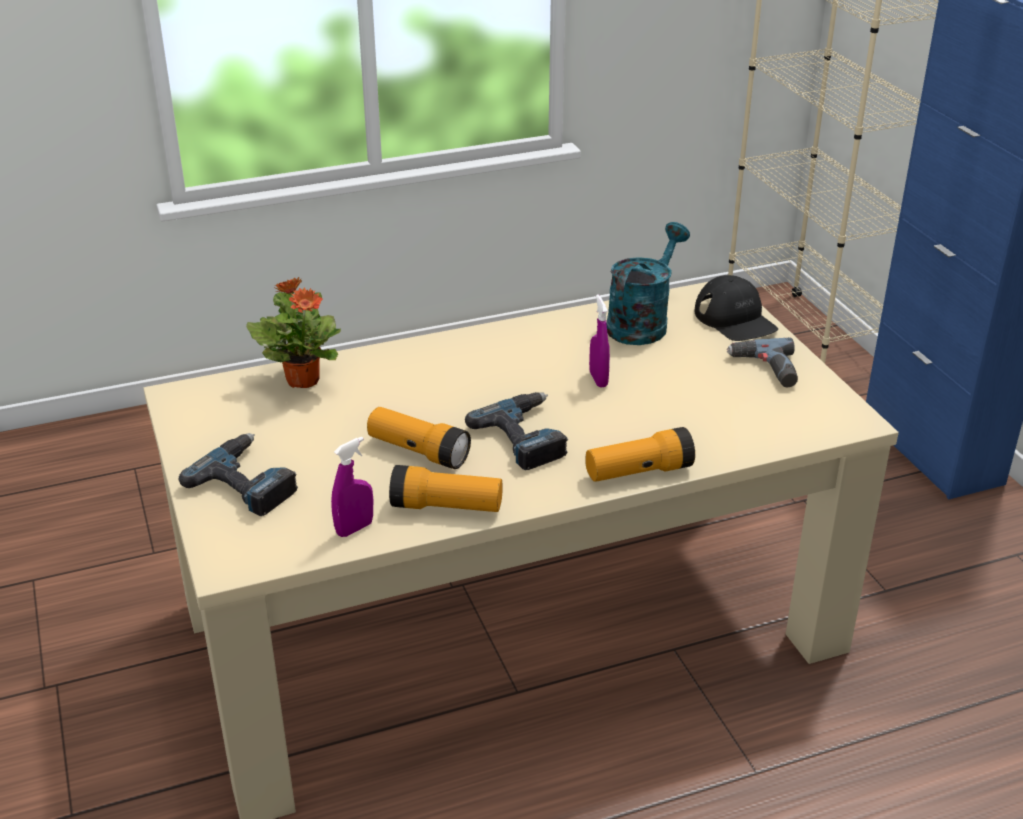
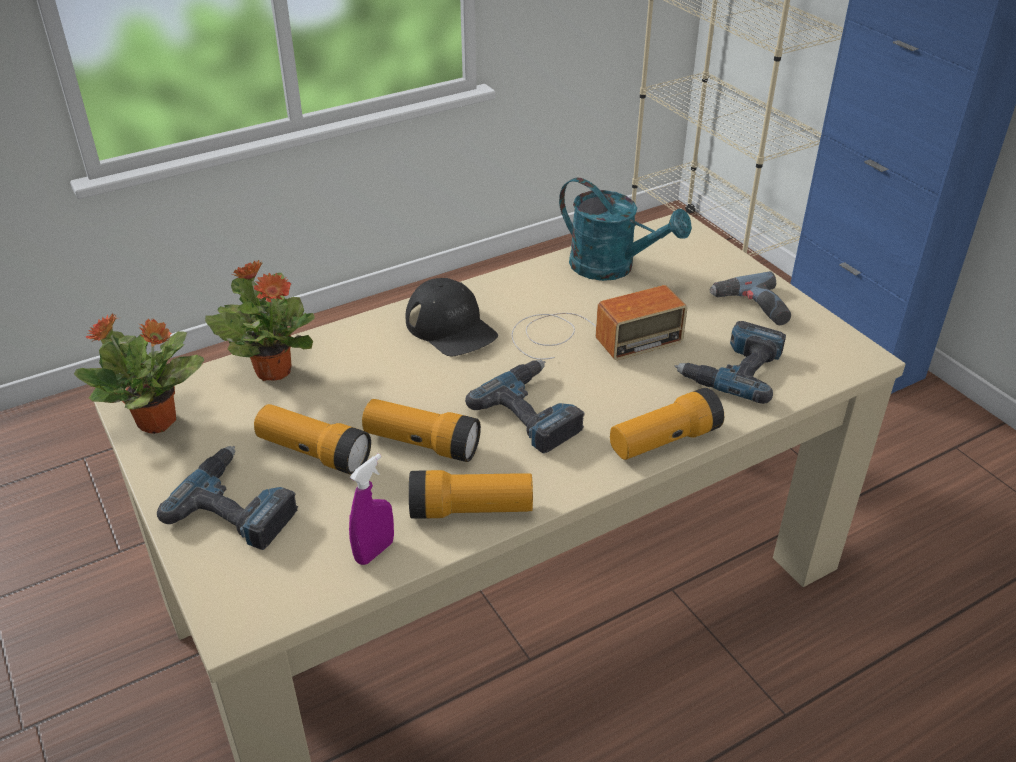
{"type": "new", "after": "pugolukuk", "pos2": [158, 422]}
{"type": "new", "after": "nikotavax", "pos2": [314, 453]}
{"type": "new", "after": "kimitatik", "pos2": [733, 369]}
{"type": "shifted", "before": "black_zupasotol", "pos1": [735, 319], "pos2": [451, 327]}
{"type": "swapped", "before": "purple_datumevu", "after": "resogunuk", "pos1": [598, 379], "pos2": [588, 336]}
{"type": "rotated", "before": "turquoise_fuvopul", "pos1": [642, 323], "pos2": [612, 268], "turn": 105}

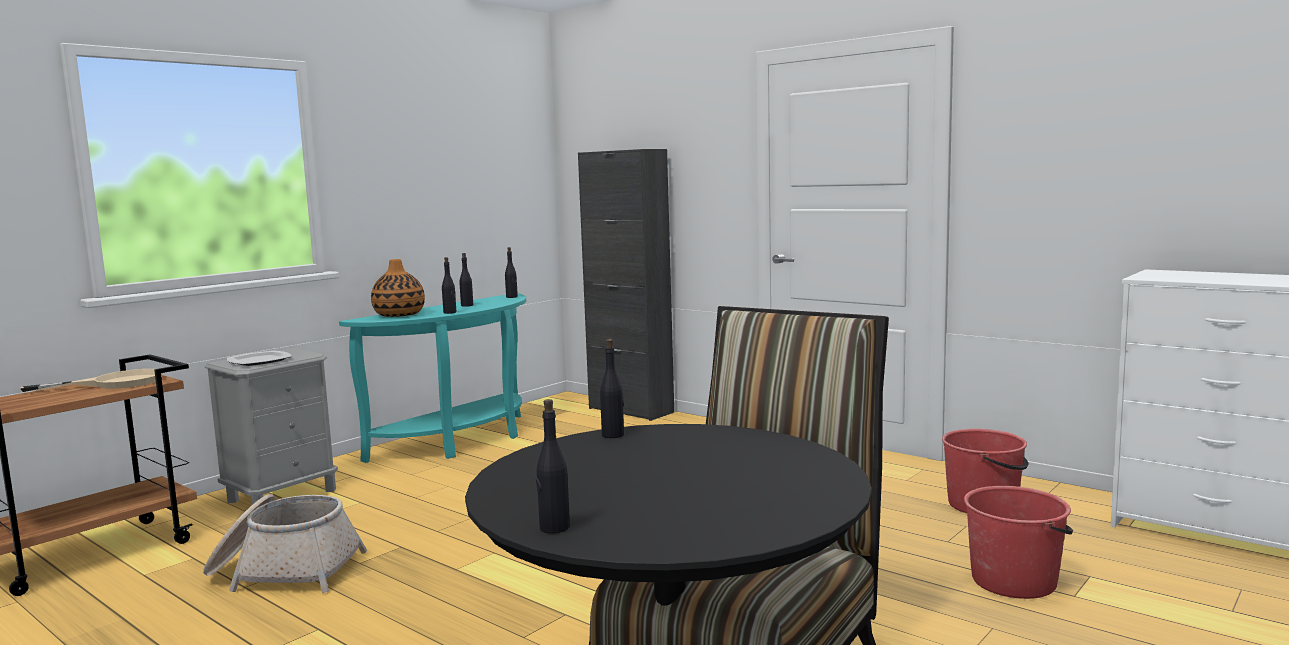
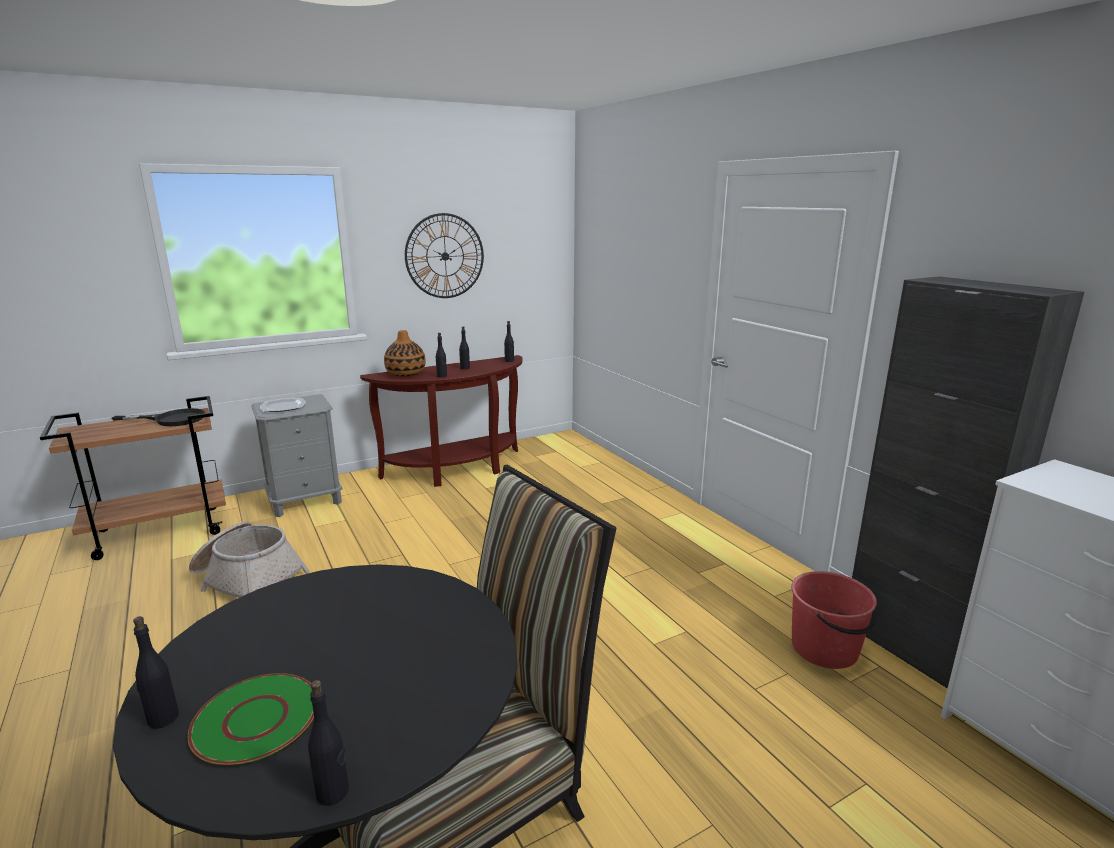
{"type": "gone", "before": "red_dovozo", "pos1": [1014, 581]}
{"type": "new", "after": "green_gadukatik", "pos2": [256, 719]}
{"type": "new", "after": "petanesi", "pos2": [445, 256]}
{"type": "shifted", "before": "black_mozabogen", "pos1": [631, 410], "pos2": [909, 647]}
{"type": "shifted", "before": "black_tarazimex", "pos1": [613, 435], "pos2": [333, 792]}
{"type": "repainted", "before": "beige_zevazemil", "after": "black_zevazemil", "pos1": [115, 383], "pos2": [171, 419]}
{"type": "repainted", "before": "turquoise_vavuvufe", "after": "brown_vavuvufe", "pos1": [461, 441], "pos2": [457, 470]}

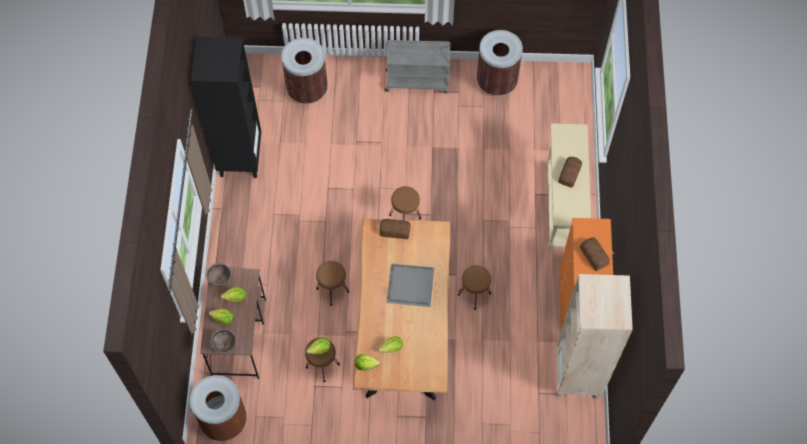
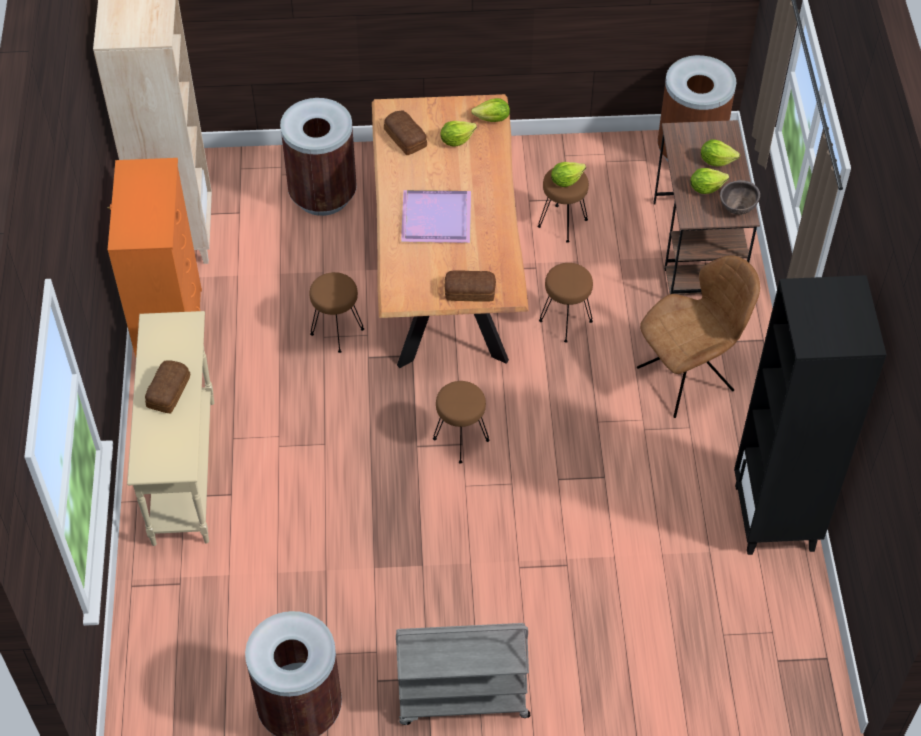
{"type": "gone", "before": "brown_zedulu", "pos1": [225, 345]}
{"type": "new", "after": "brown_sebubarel", "pos2": [688, 378]}
{"type": "shifted", "before": "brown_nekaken", "pos1": [307, 90], "pos2": [323, 195]}
{"type": "shifted", "before": "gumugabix", "pos1": [594, 257], "pos2": [405, 137]}
{"type": "repainted", "before": "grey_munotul", "after": "purple_munotul", "pos1": [411, 285], "pos2": [435, 219]}

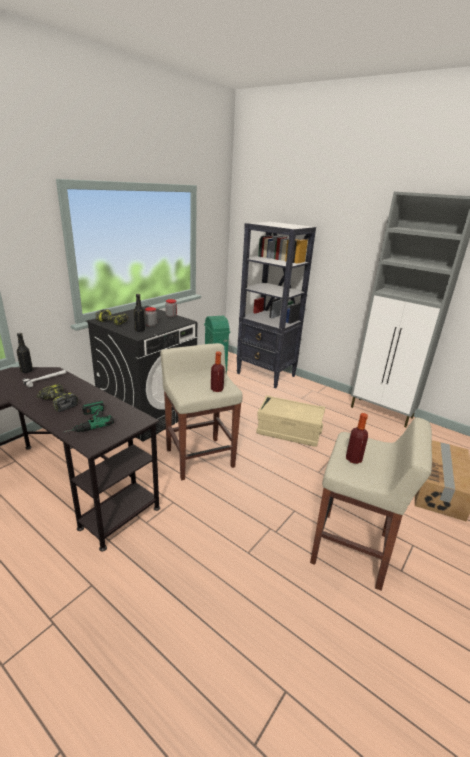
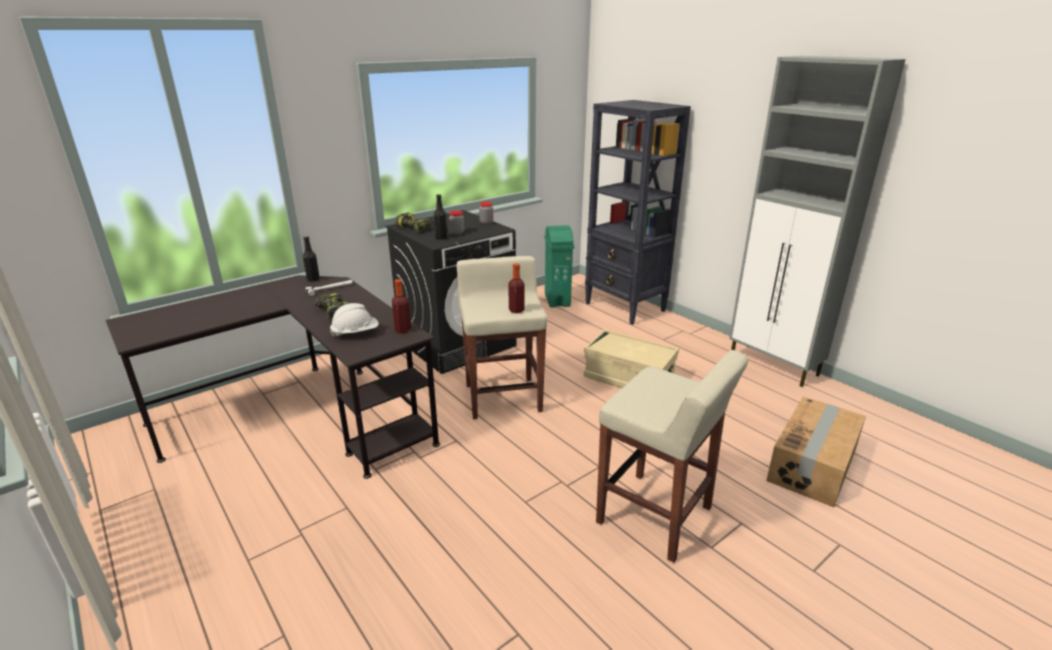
{"type": "shifted", "before": "tarazimex", "pos1": [353, 459], "pos2": [403, 329]}
{"type": "swapped", "before": "kimitatik", "after": "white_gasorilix", "pos1": [85, 422], "pos2": [355, 333]}

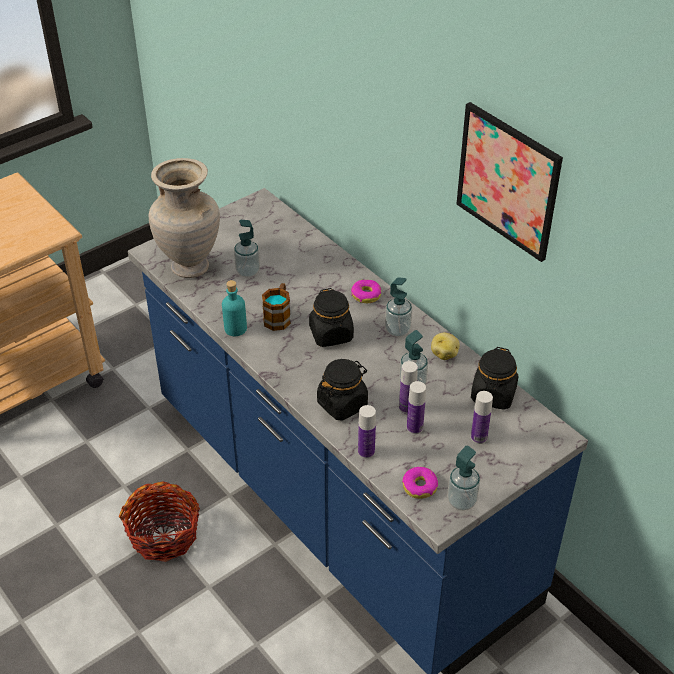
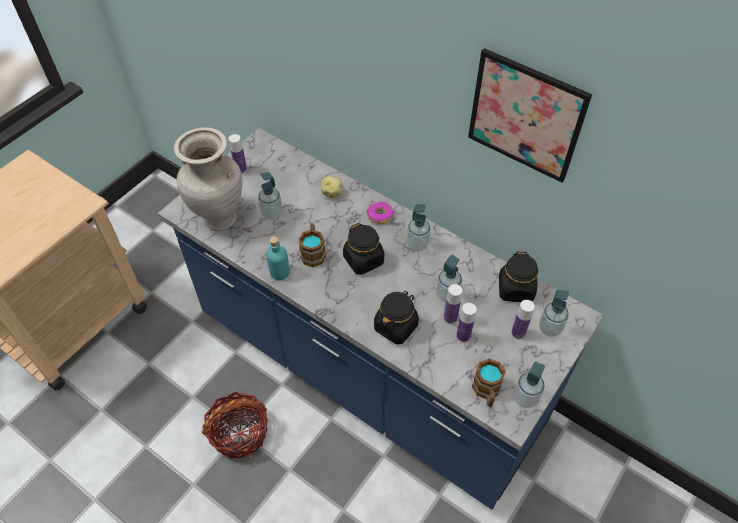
{"type": "new", "after": "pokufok", "pos2": [550, 328]}
{"type": "shifted", "before": "tarazimex", "pos1": [366, 452], "pos2": [241, 169]}
{"type": "shifted", "before": "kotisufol", "pos1": [444, 354], "pos2": [332, 192]}
{"type": "swapped", "before": "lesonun", "after": "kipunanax", "pos1": [419, 486], "pos2": [486, 392]}

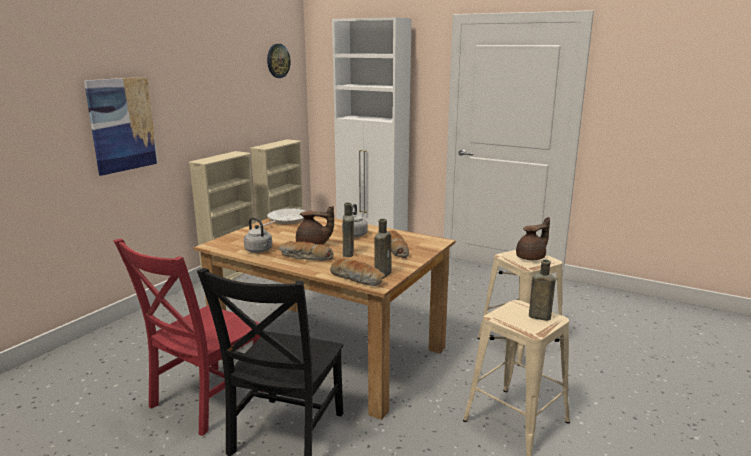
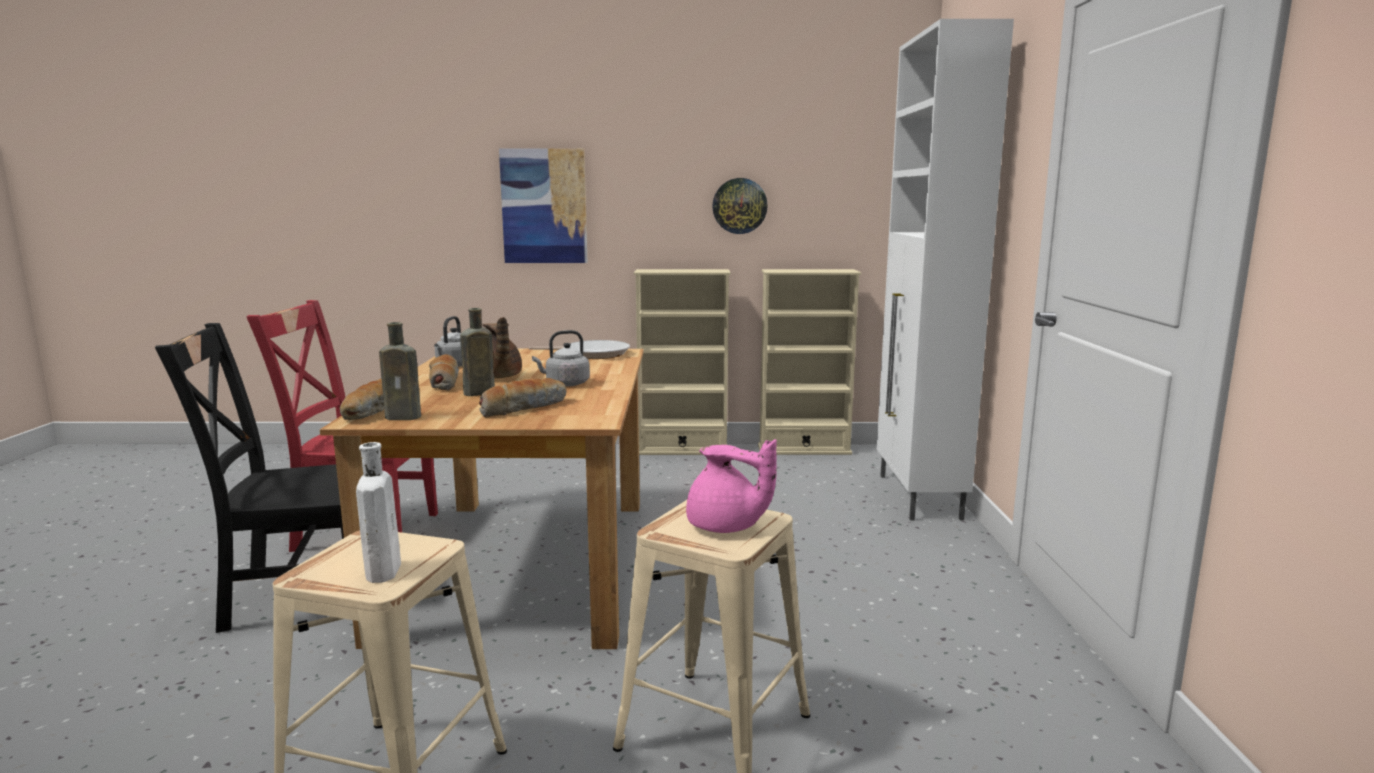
{"type": "shifted", "before": "petanesi", "pos1": [278, 61], "pos2": [739, 206]}
{"type": "repainted", "before": "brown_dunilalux", "after": "pink_dunilalux", "pos1": [532, 257], "pos2": [726, 527]}
{"type": "repainted", "before": "brown_tarazimex", "after": "white_tarazimex", "pos1": [538, 316], "pos2": [384, 570]}

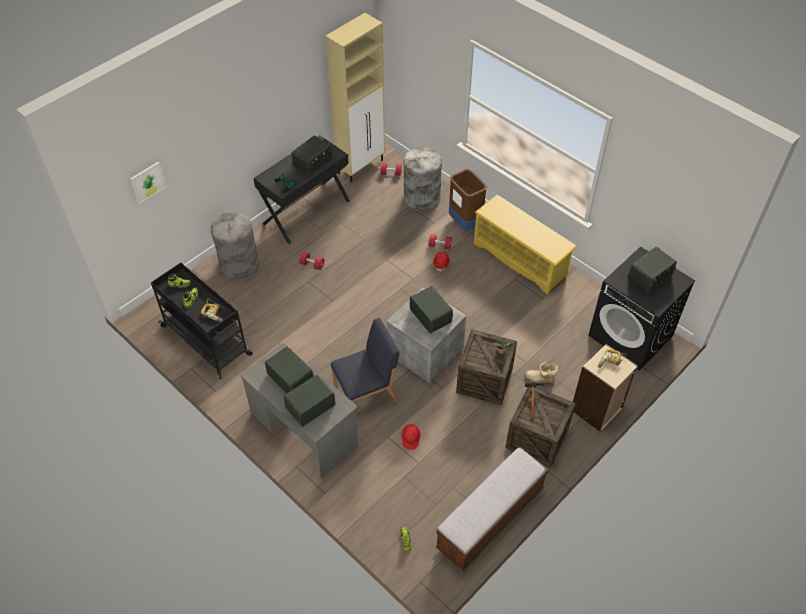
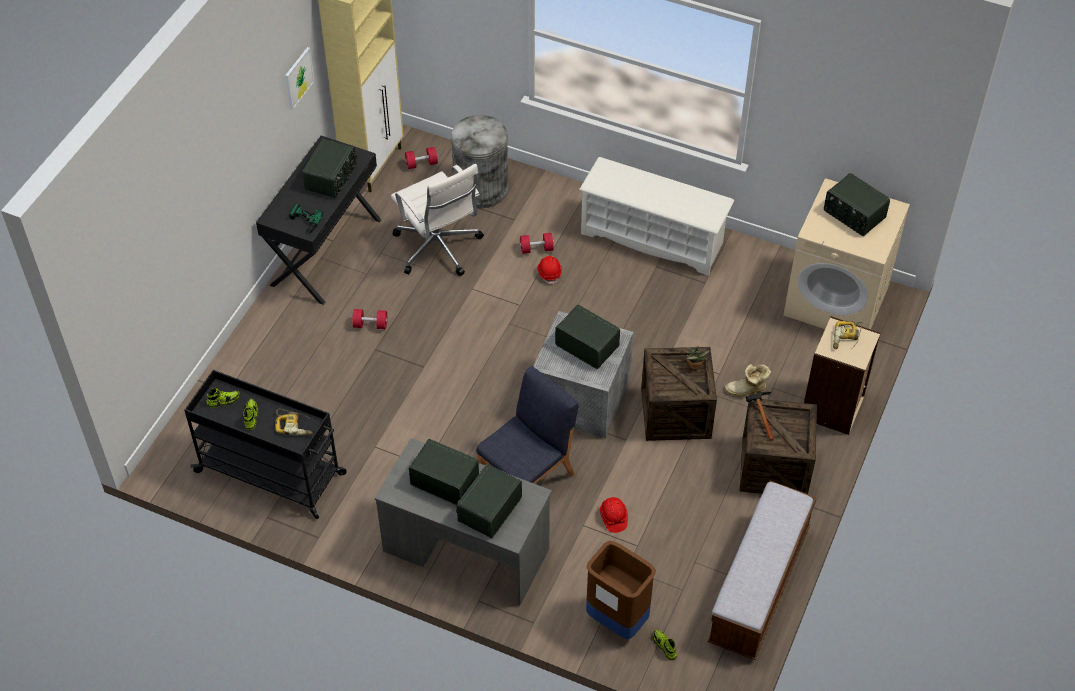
{"type": "gone", "before": "grey_nekaken", "pos1": [239, 264]}
{"type": "new", "after": "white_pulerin", "pos2": [438, 249]}
{"type": "shifted", "before": "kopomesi", "pos1": [147, 182], "pos2": [298, 77]}
{"type": "shifted", "before": "brown_nekaken", "pos1": [464, 223], "pos2": [616, 620]}
{"type": "repainted", "before": "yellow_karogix", "after": "white_karogix", "pos1": [520, 259], "pos2": [653, 238]}
{"type": "repainted", "before": "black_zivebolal", "after": "beige_zivebolal", "pos1": [631, 336], "pos2": [837, 300]}
{"type": "rotated", "before": "resogunuk", "pos1": [650, 277], "pos2": [853, 215], "turn": 105}

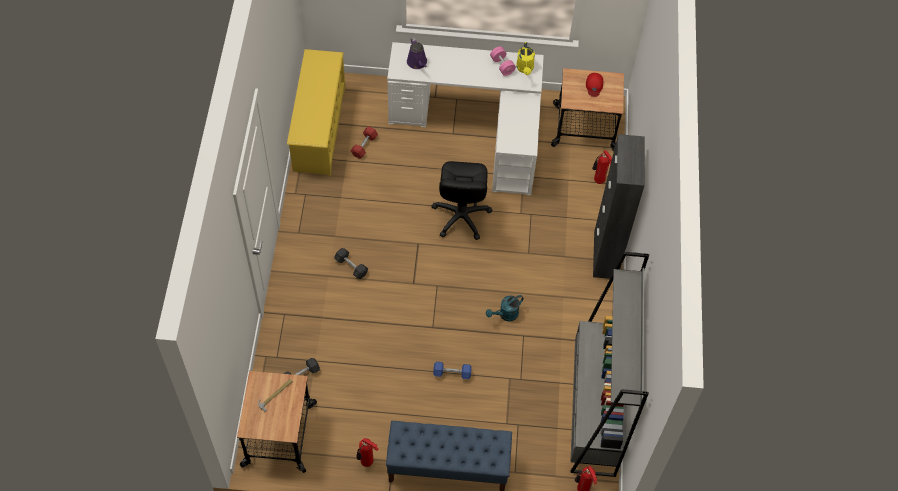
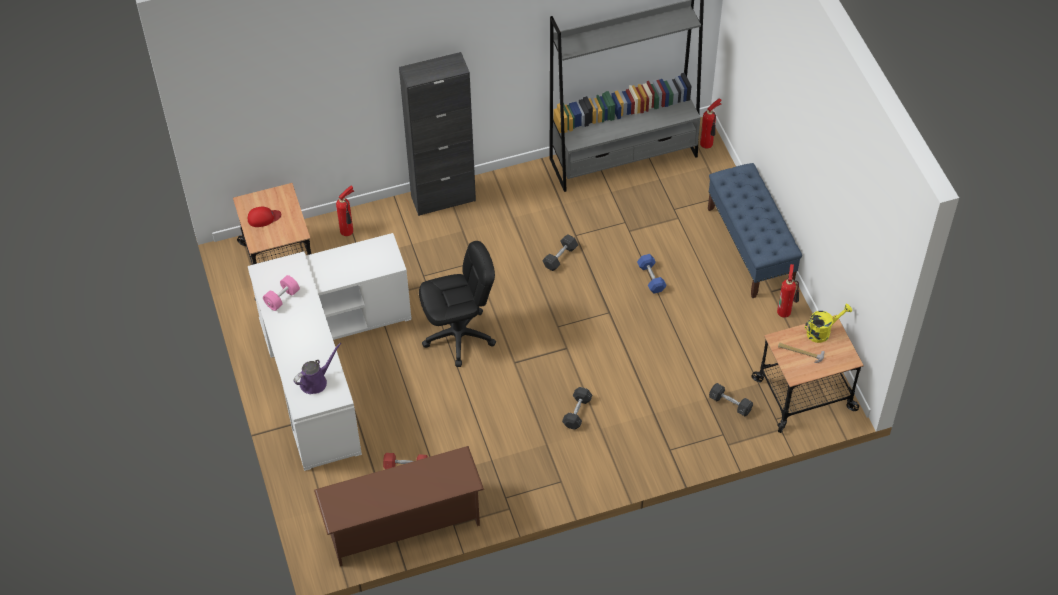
{"type": "shifted", "before": "yellow_fuvopul", "pos1": [525, 69], "pos2": [822, 331]}
{"type": "swapped", "before": "turquoise_fuvopul", "after": "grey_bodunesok", "pos1": [505, 315], "pos2": [560, 257]}
{"type": "repainted", "before": "yellow_karogix", "after": "brown_karogix", "pos1": [319, 129], "pos2": [403, 524]}

